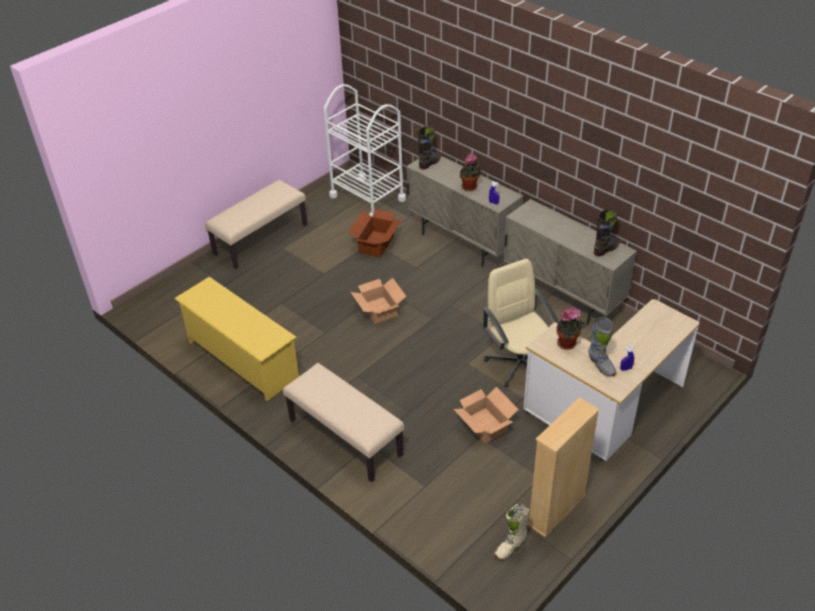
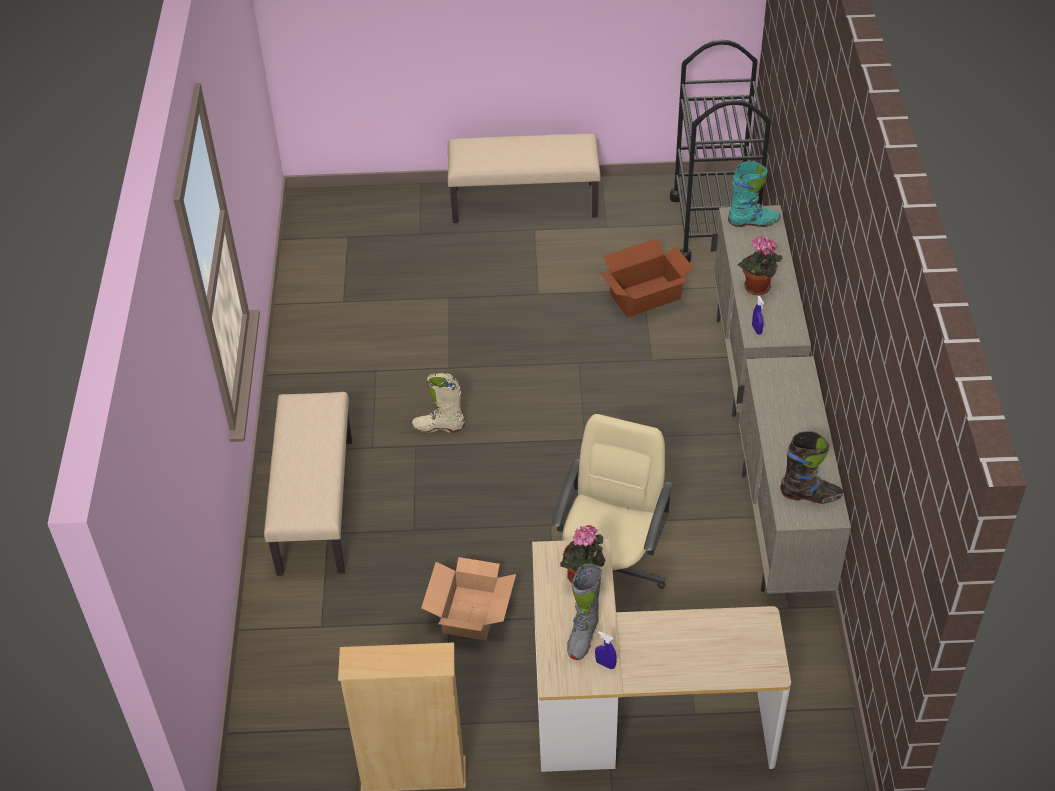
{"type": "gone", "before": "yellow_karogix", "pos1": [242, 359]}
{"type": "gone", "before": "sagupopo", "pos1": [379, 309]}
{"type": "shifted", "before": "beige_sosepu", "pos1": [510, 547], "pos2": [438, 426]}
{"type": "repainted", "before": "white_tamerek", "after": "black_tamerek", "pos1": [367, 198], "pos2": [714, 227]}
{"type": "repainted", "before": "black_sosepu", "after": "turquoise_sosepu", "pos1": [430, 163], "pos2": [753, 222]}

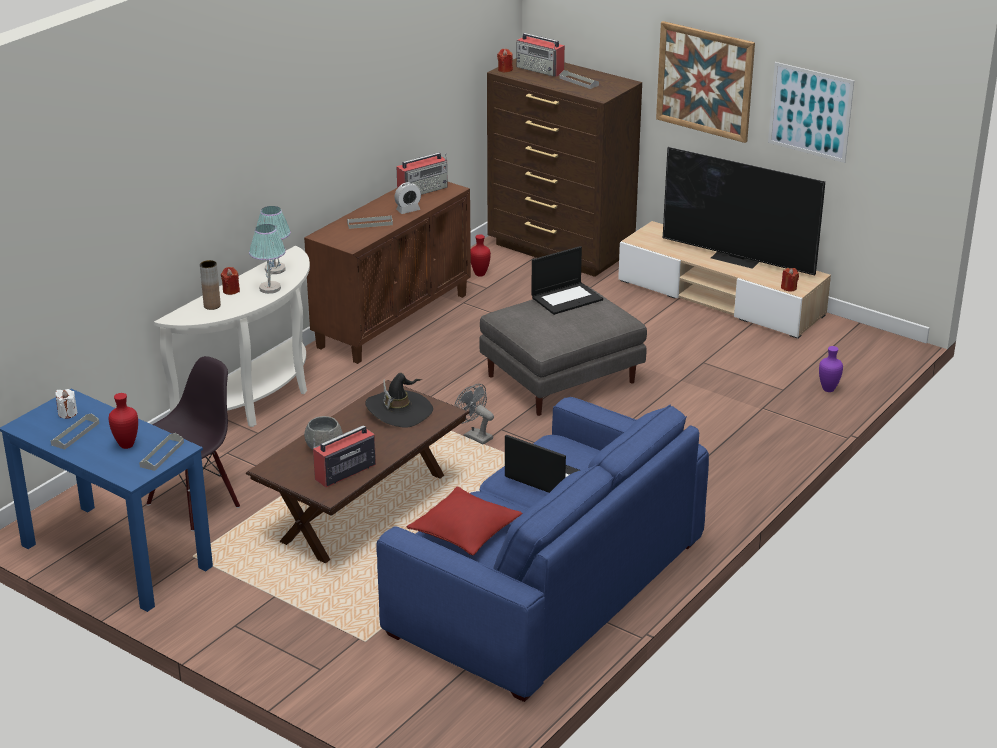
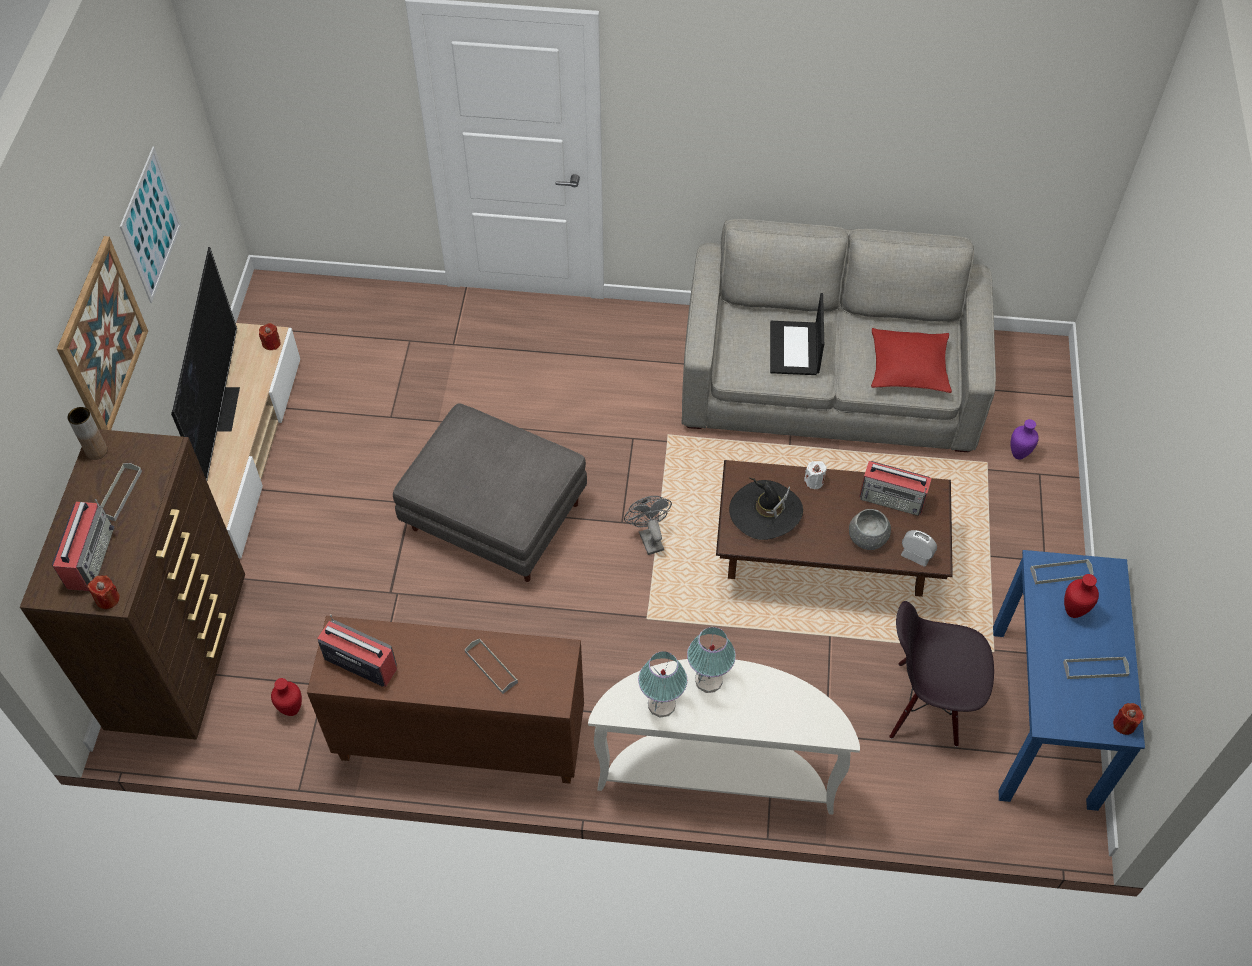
{"type": "gone", "before": "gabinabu", "pos1": [567, 298]}
{"type": "shifted", "before": "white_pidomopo", "pos1": [67, 413], "pos2": [814, 481]}
{"type": "shifted", "before": "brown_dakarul", "pos1": [212, 306], "pos2": [96, 451]}
{"type": "shifted", "before": "red_pidomopo", "pos1": [231, 290], "pos2": [1124, 724]}
{"type": "shifted", "before": "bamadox", "pos1": [408, 210], "pos2": [916, 555]}
{"type": "shifted", "before": "purple_dakarul", "pos1": [827, 389], "pos2": [1019, 455]}
{"type": "repainted", "before": "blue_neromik", "after": "grey_neromik", "pos1": [547, 588], "pos2": [829, 381]}
{"type": "rotated", "before": "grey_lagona", "pos1": [474, 436], "pos2": [648, 537], "turn": 150}

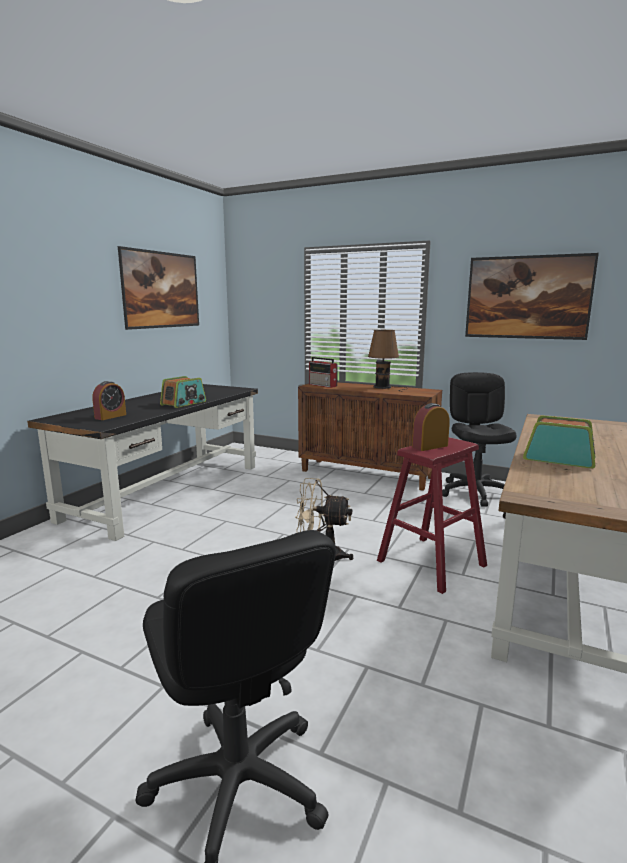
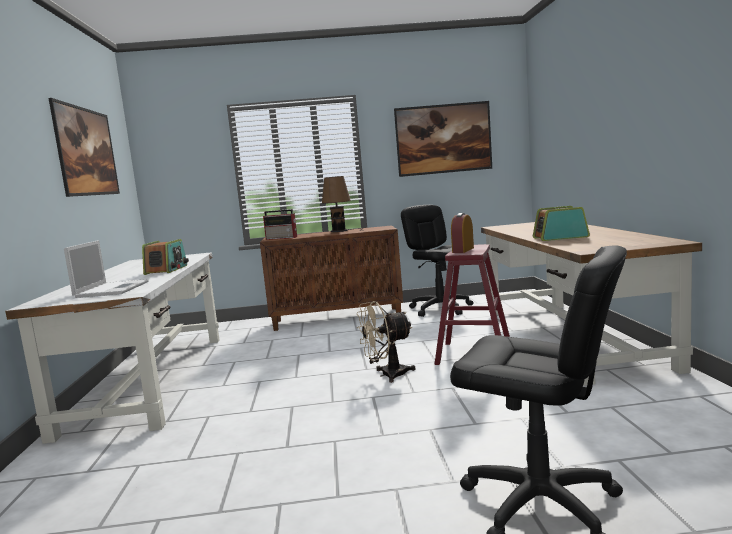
{"type": "swapped", "before": "bamadox", "after": "gabinabu", "pos1": [110, 416], "pos2": [113, 289]}
{"type": "repainted", "before": "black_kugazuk", "after": "white_kugazuk", "pos1": [168, 490], "pos2": [151, 379]}

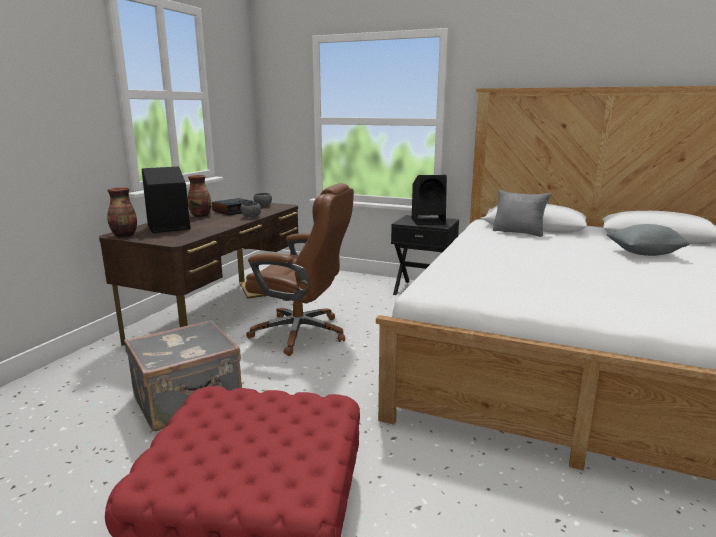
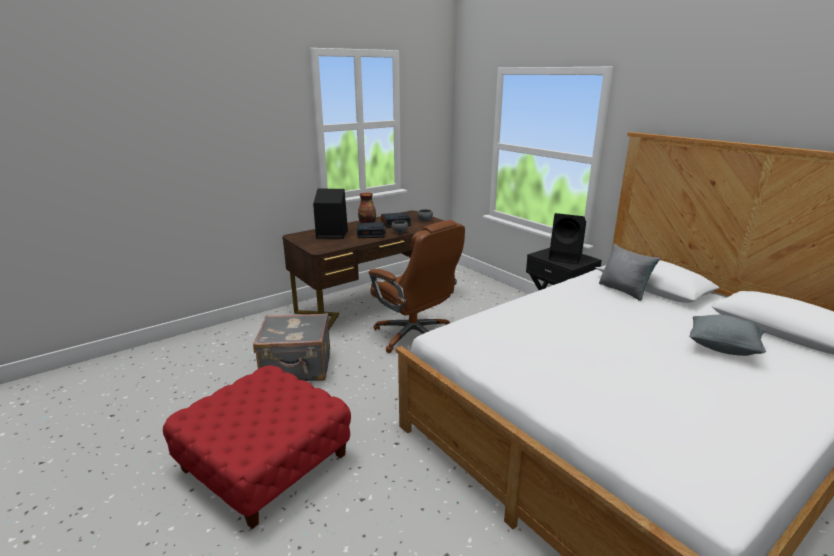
{"type": "gone", "before": "dakarul", "pos1": [125, 235]}
{"type": "new", "after": "bamadox", "pos2": [371, 234]}

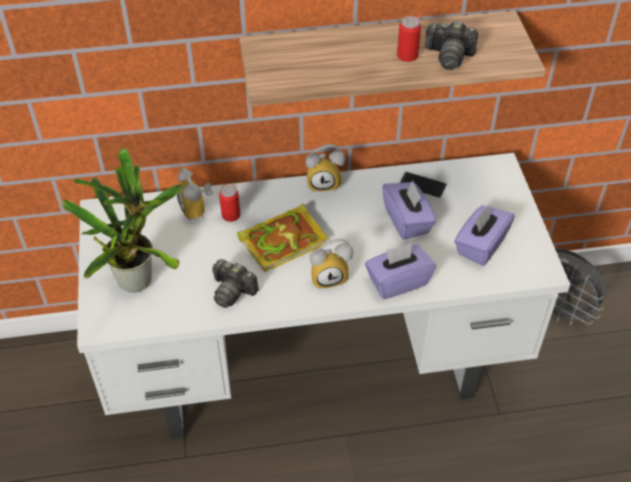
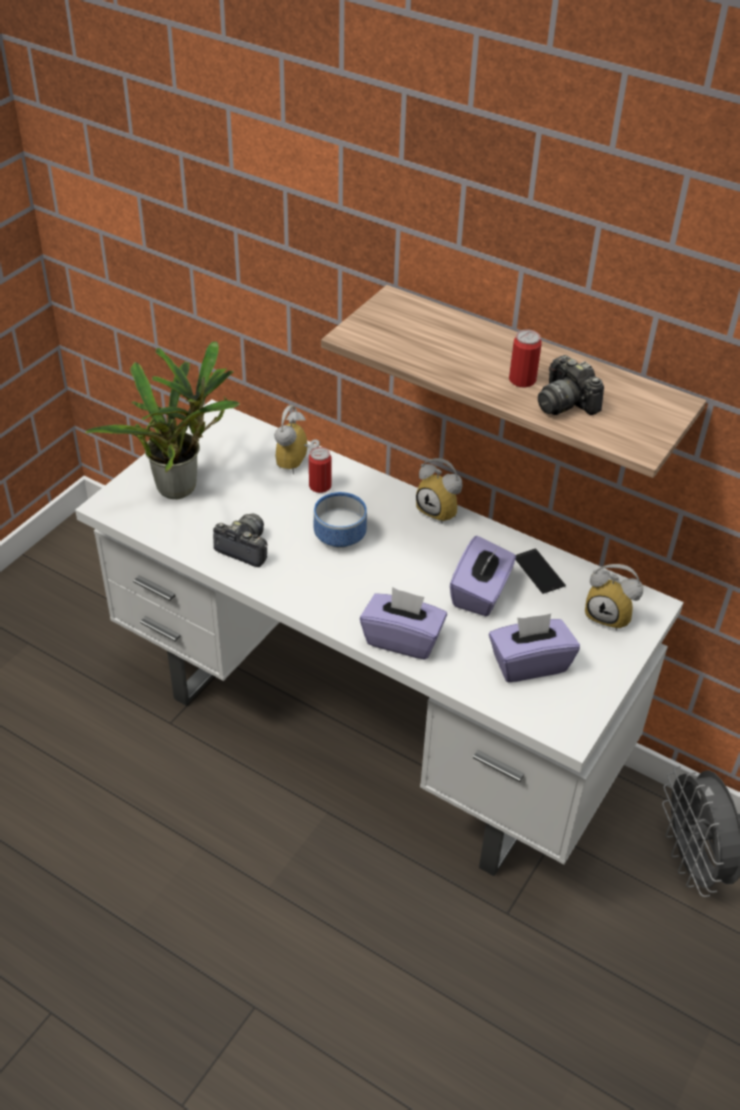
{"type": "shifted", "before": "bamadox", "pos1": [329, 276], "pos2": [610, 615]}
{"type": "swapped", "before": "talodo", "after": "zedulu", "pos1": [284, 239], "pos2": [342, 536]}
{"type": "rotated", "before": "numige", "pos1": [232, 291], "pos2": [244, 548], "turn": 135}

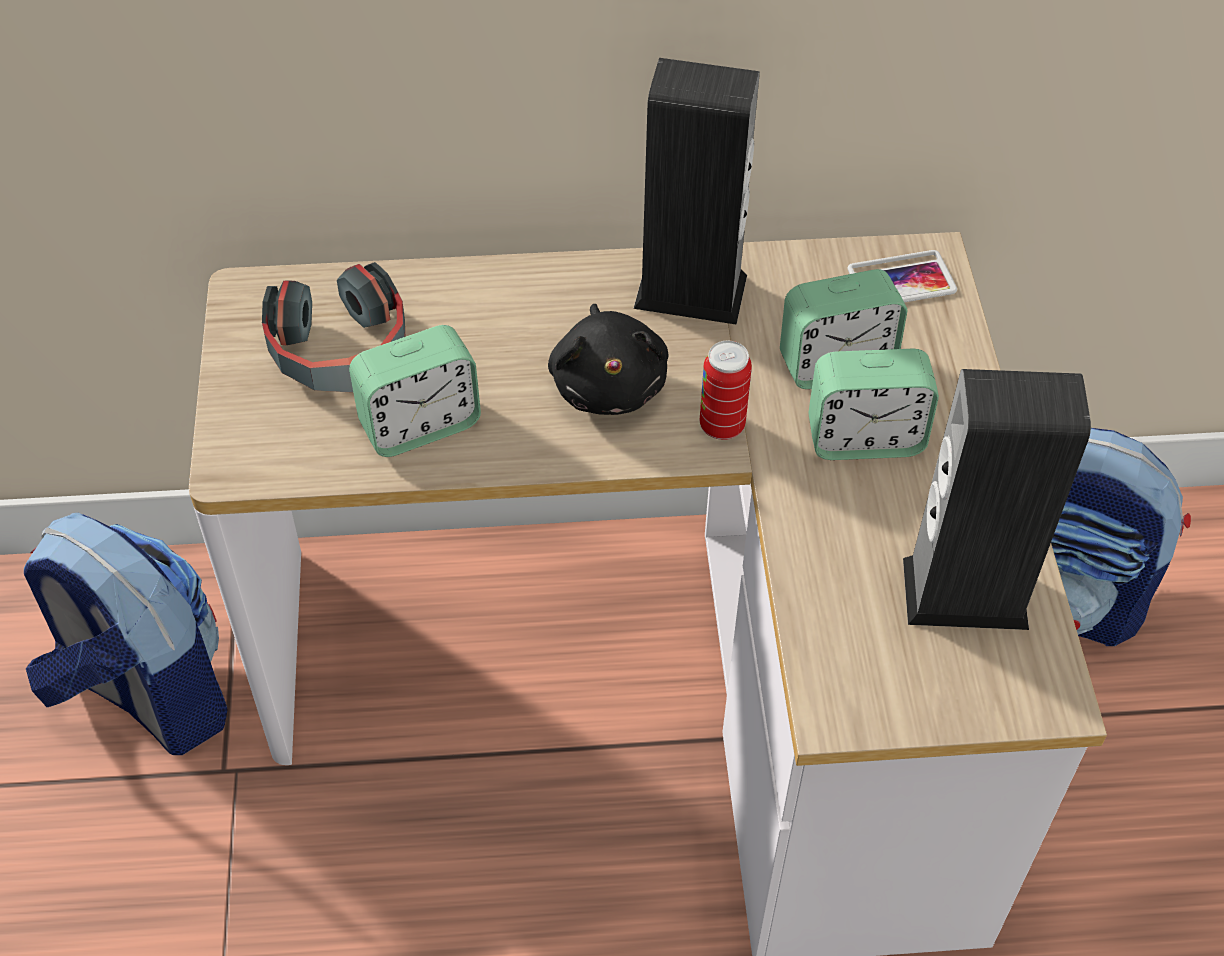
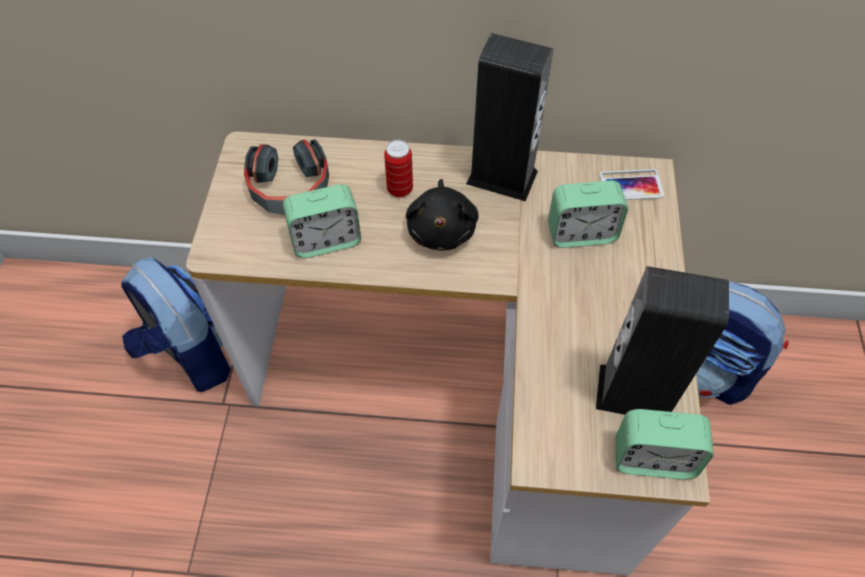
{"type": "shifted", "before": "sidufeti", "pos1": [722, 426], "pos2": [400, 189]}
{"type": "shifted", "before": "bamadox", "pos1": [865, 438], "pos2": [653, 458]}

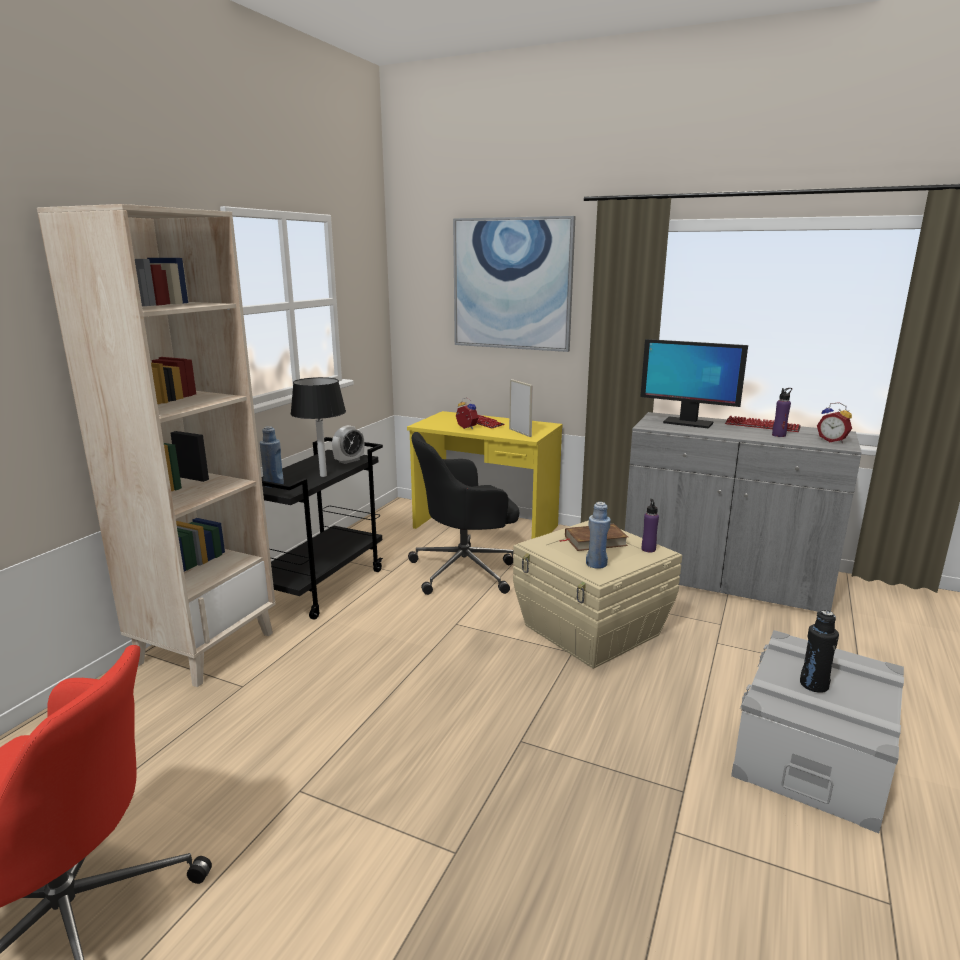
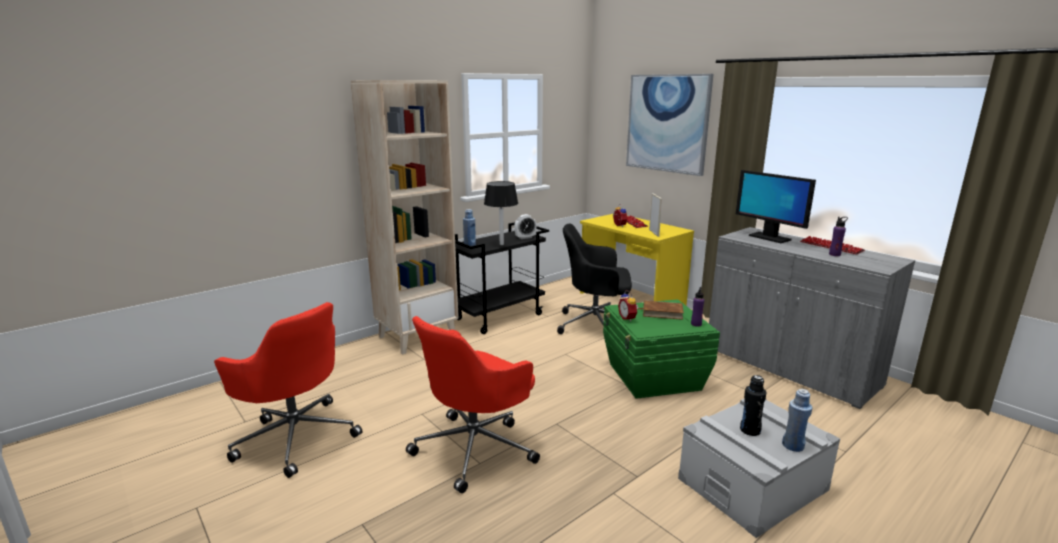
{"type": "new", "after": "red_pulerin", "pos2": [476, 447]}
{"type": "shifted", "before": "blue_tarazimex", "pos1": [596, 564], "pos2": [793, 445]}
{"type": "shifted", "before": "bamadox", "pos1": [832, 440], "pos2": [628, 318]}
{"type": "repainted", "before": "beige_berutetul", "after": "green_berutetul", "pos1": [591, 631], "pos2": [653, 377]}

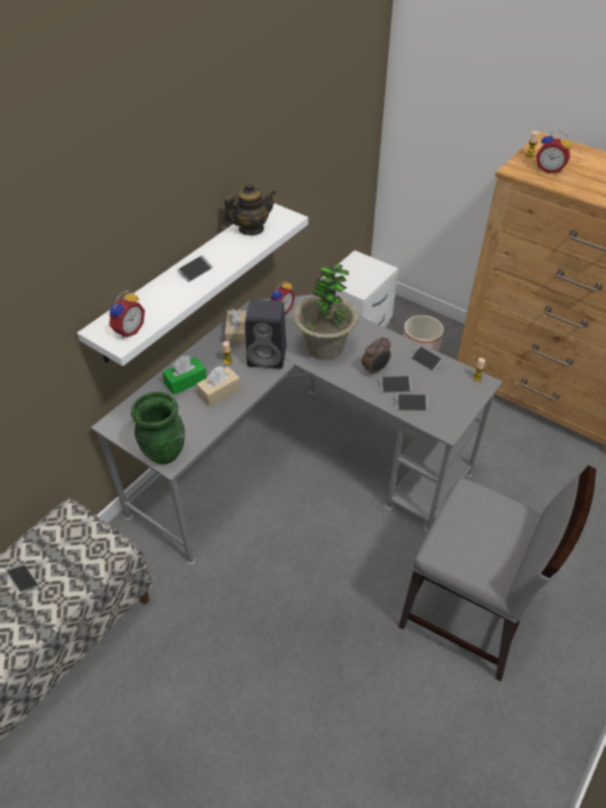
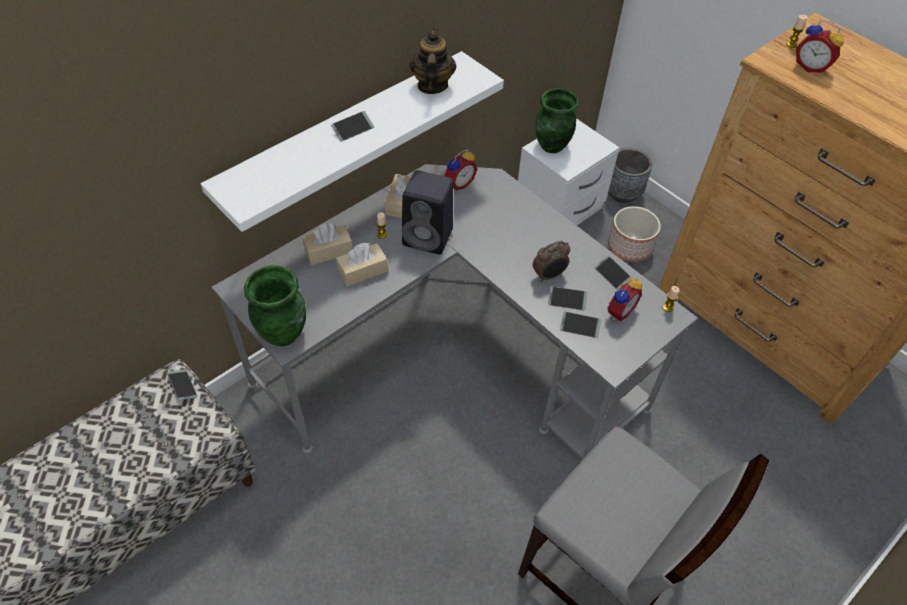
{"type": "gone", "before": "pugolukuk", "pos1": [325, 348]}
{"type": "new", "after": "green_dakarul", "pos2": [552, 146]}
{"type": "new", "after": "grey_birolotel", "pos2": [622, 193]}
{"type": "shifted", "before": "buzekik", "pos1": [23, 580], "pos2": [183, 387]}
{"type": "shifted", "before": "bamadox", "pos1": [128, 330], "pos2": [618, 311]}
{"type": "repainted", "before": "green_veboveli", "after": "beige_veboveli", "pos1": [186, 381], "pos2": [328, 251]}
{"type": "rotated", "before": "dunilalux", "pos1": [251, 229], "pos2": [432, 85], "turn": -75}

